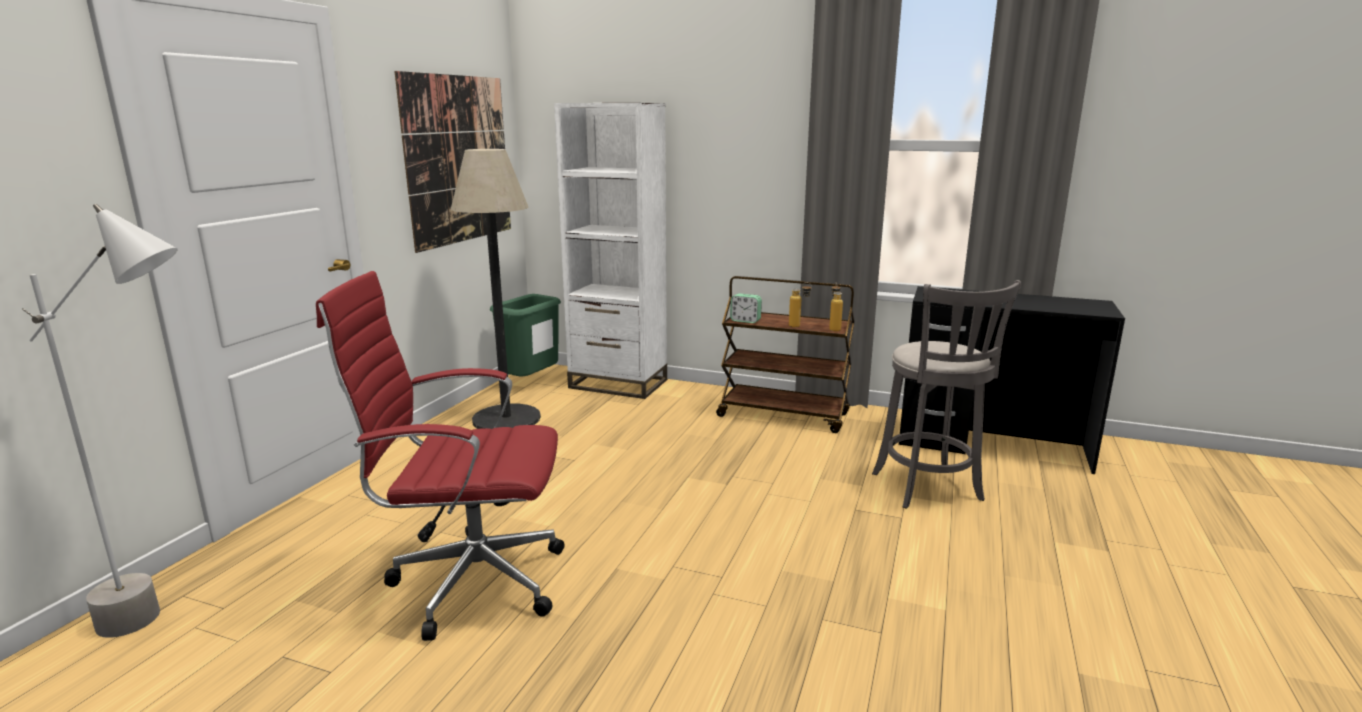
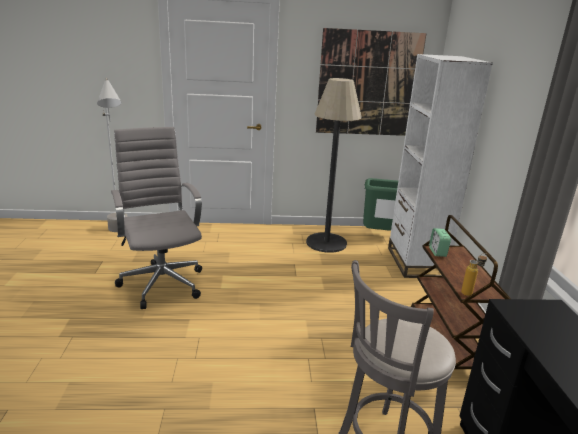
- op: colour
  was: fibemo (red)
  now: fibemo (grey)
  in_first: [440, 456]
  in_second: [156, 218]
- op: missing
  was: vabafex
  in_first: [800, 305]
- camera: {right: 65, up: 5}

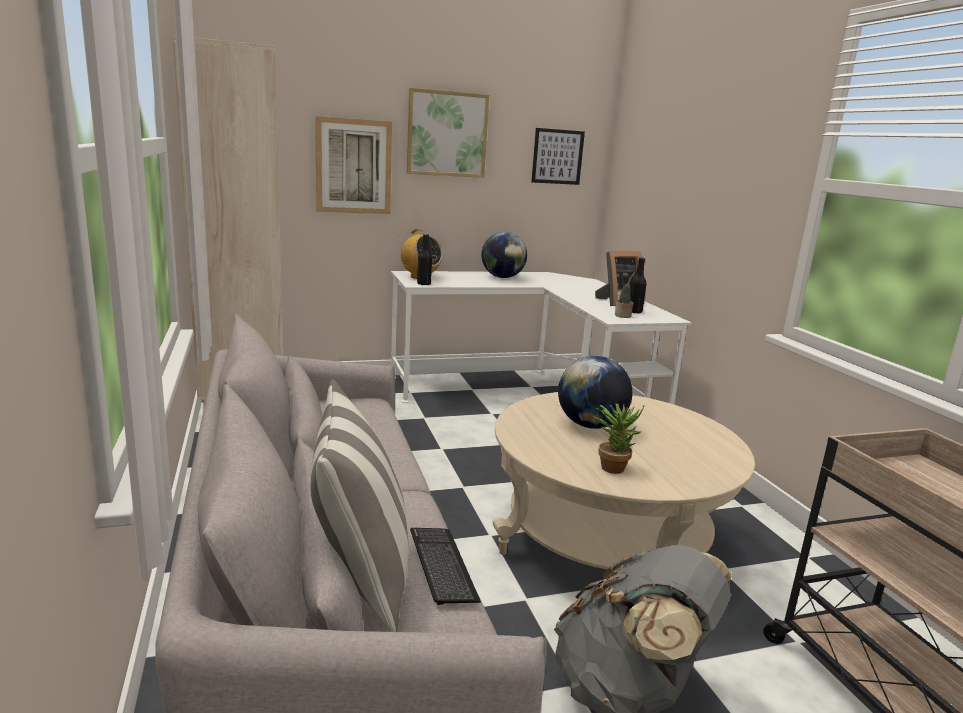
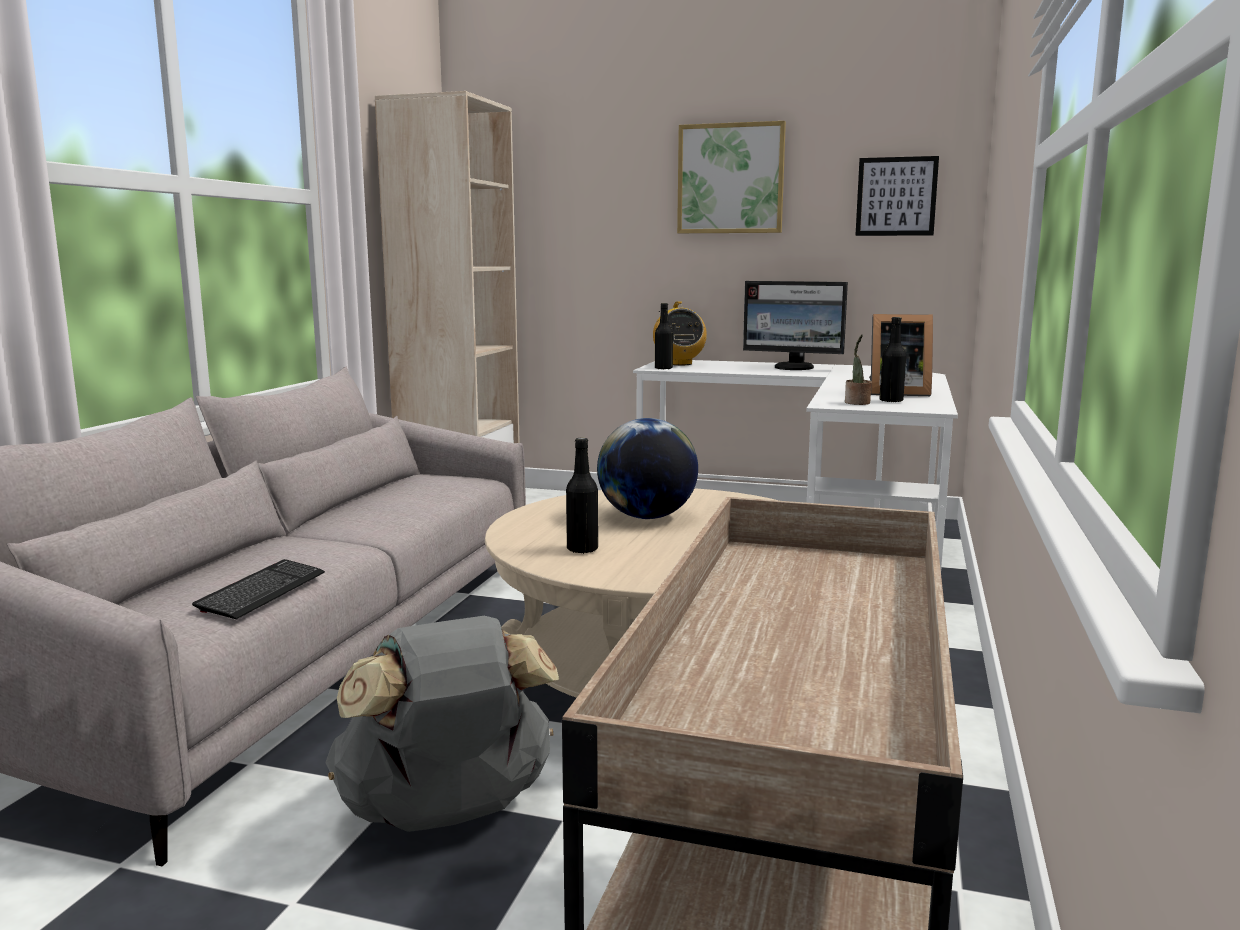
- op: missing
  was: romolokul
  in_first: [359, 505]
- op: missing
  was: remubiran
  in_first: [353, 165]
- op: exchanged
  was: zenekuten
  now: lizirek
  in_first: [504, 255]
  in_second: [795, 325]
- op: exchanged
  was: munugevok
  now: vabafex (black)
  in_first: [618, 439]
  in_second: [582, 496]
- camera: {right: 35, up: -5}

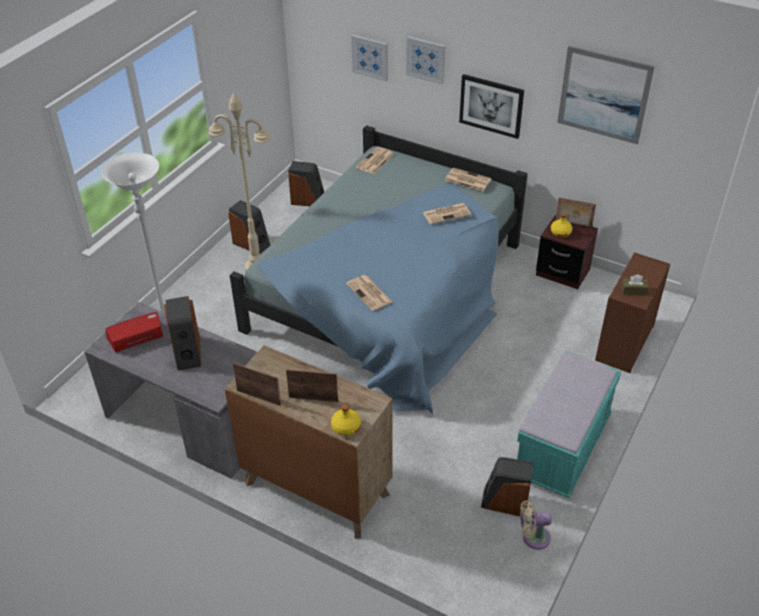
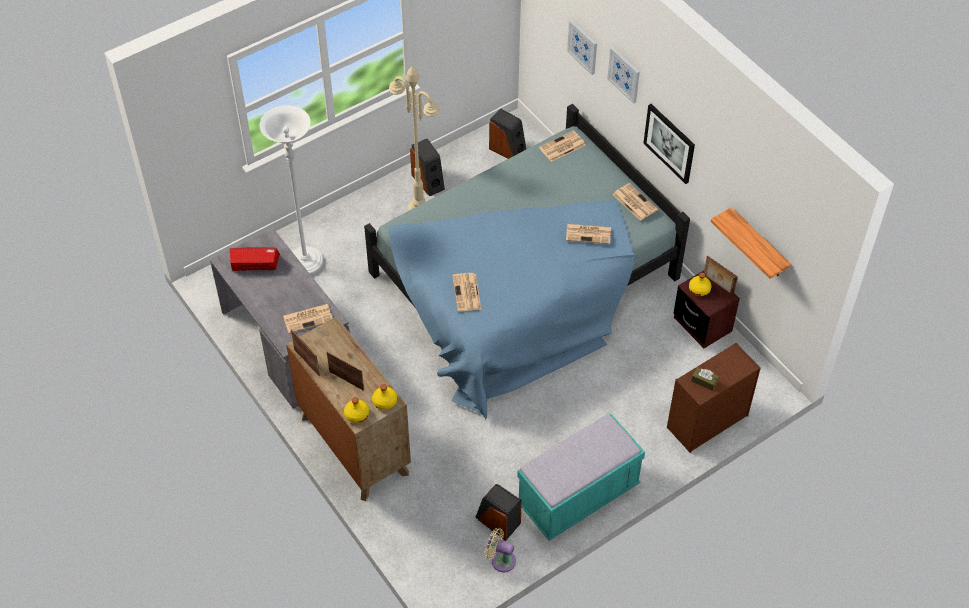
- op: missing
  was: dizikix
  in_first: [182, 333]
- op: missing
  was: remubiran
  in_first: [606, 95]
- op: appeared
  now: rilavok
  in_second: [308, 318]
- op: appeared
  now: vabafex (yellow)
  in_second: [384, 397]
- op: appeared
  now: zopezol
  in_second: [751, 243]
- camera: {right: 25, up: 10}

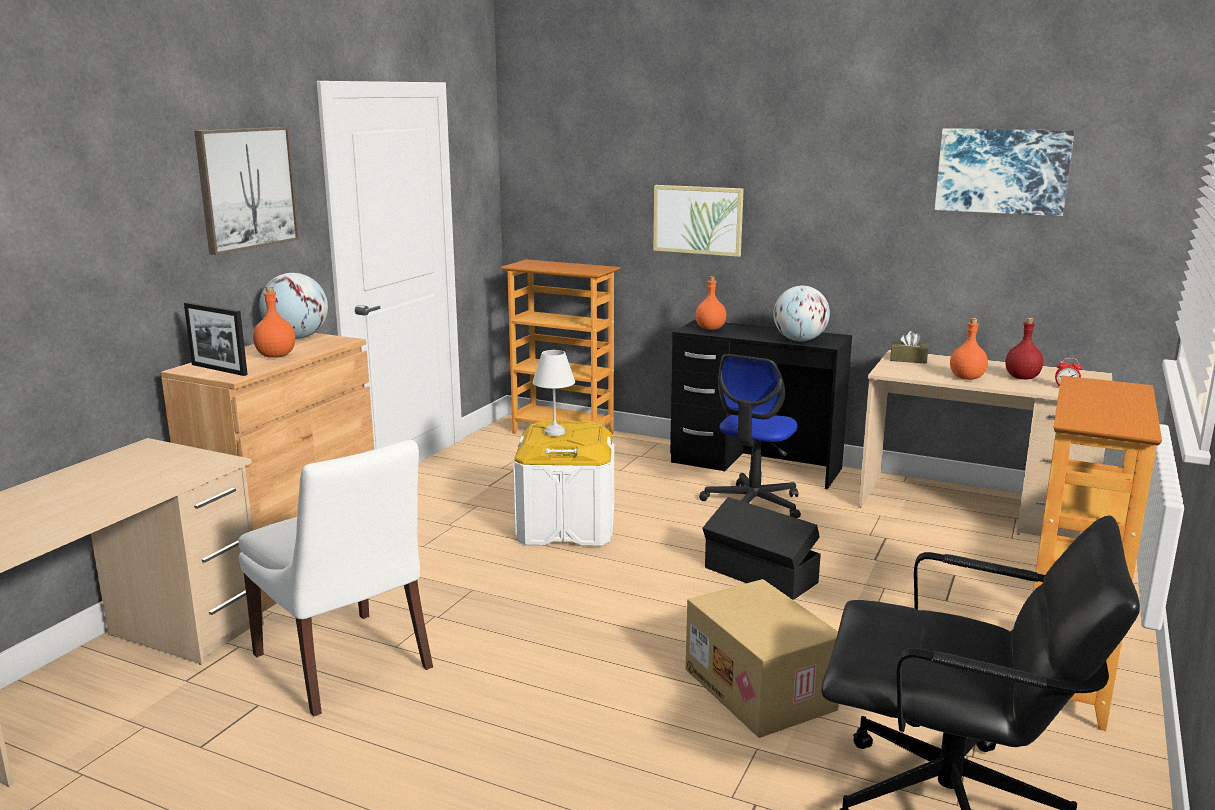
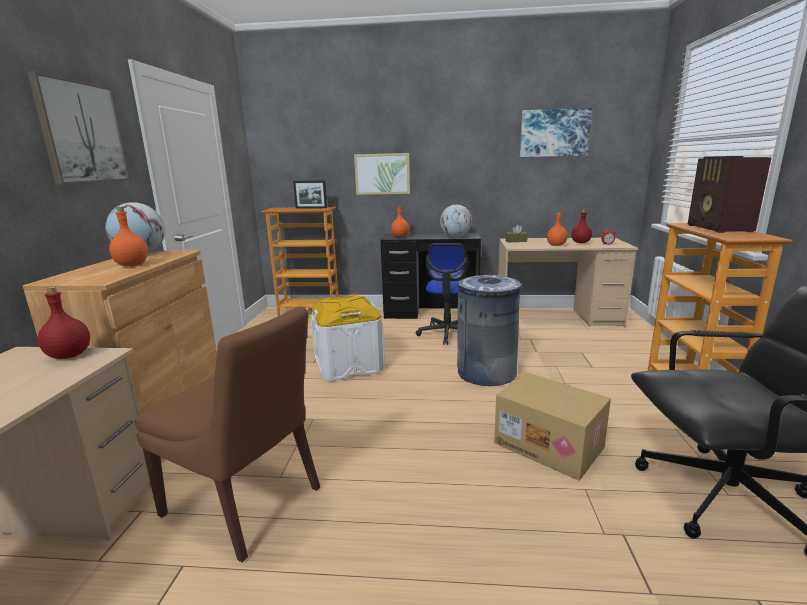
- op: relocated
  was: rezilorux
  in_first: [216, 339]
  in_second: [310, 194]
- op: colour
  was: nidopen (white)
  now: nidopen (brown)
  in_first: [335, 578]
  in_second: [227, 434]
- op: missing
  was: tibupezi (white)
  in_first: [553, 393]
- op: exchanged
  was: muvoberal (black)
  now: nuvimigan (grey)
  in_first: [762, 548]
  in_second: [489, 330]
- op: appeared
  now: vabafex (red)
  in_second: [64, 323]
- op: appeared
  now: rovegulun
  in_second: [730, 194]
- camera: {right: -20, up: 0}

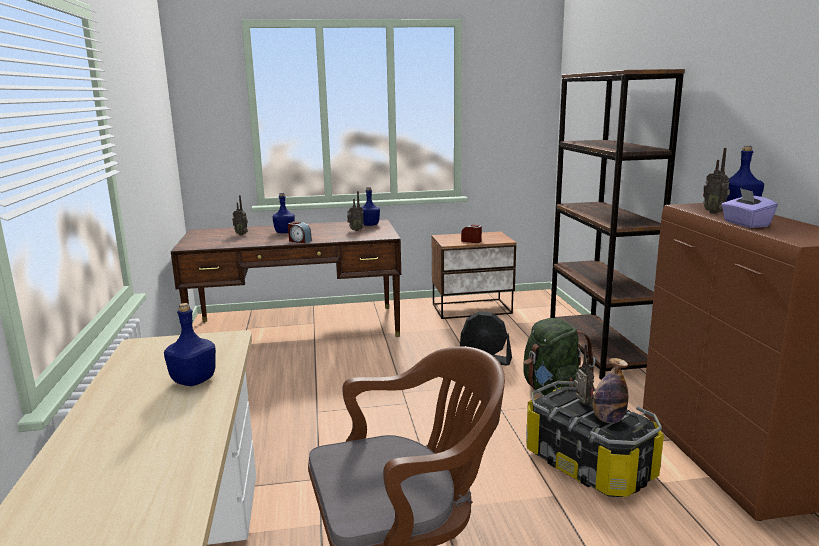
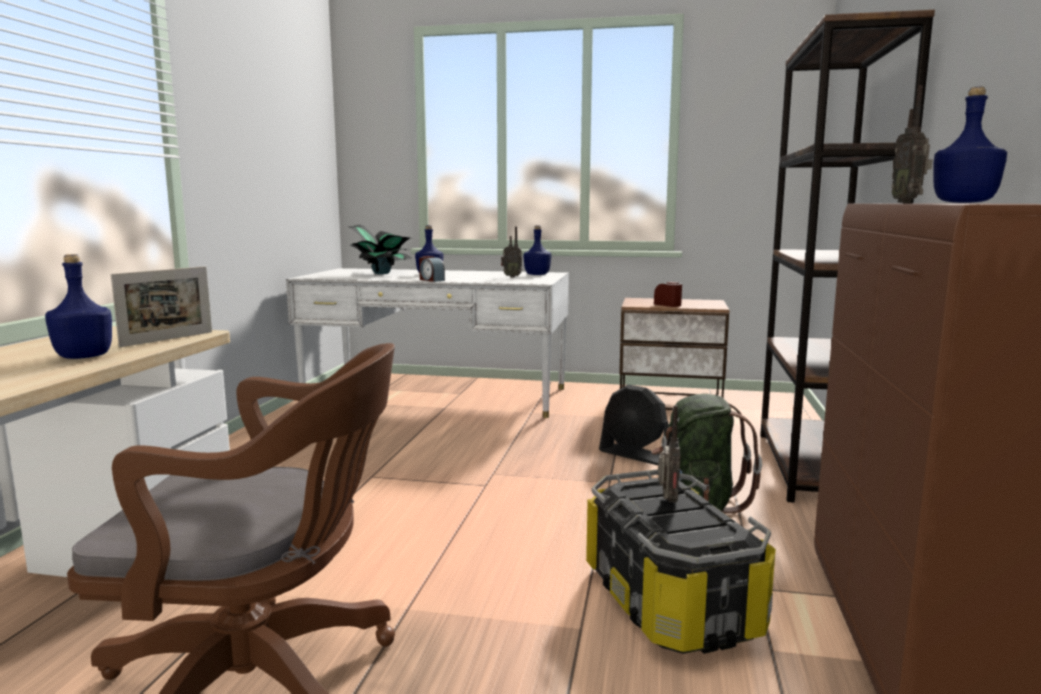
- op: colour
  was: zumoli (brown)
  now: zumoli (white)
  in_first: [286, 278]
  in_second: [427, 343]
- op: exchanged
  was: rovegulun
  now: munugevok
  in_first: [240, 215]
  in_second: [380, 249]
- op: missing
  was: vabafex
  in_first: [610, 390]
- op: missing
  was: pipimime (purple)
  in_first: [749, 208]
- op: appeared
  now: rezilorux
  in_second: [161, 306]
- camera: {right: 20, up: -5}

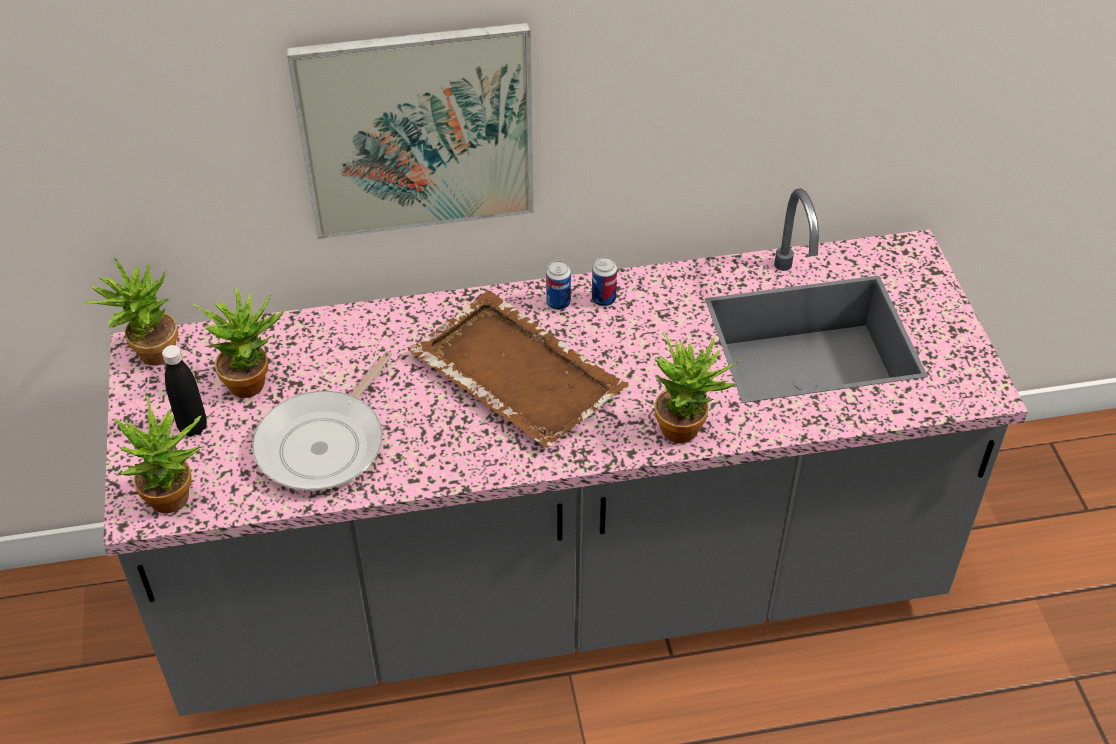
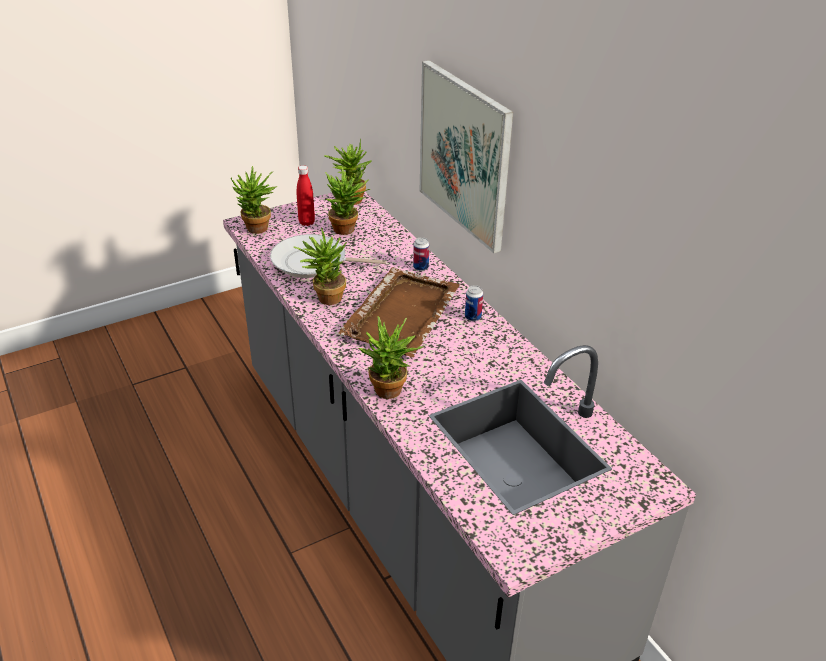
- op: colour
  was: vabafex (black)
  now: vabafex (red)
  in_first: [184, 391]
  in_second: [306, 195]
- op: relocated
  was: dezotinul
  in_first: [604, 281]
  in_second: [421, 254]
- op: appeared
  now: munugevok
  in_second: [320, 266]
- camera: {right: 70, up: -10}

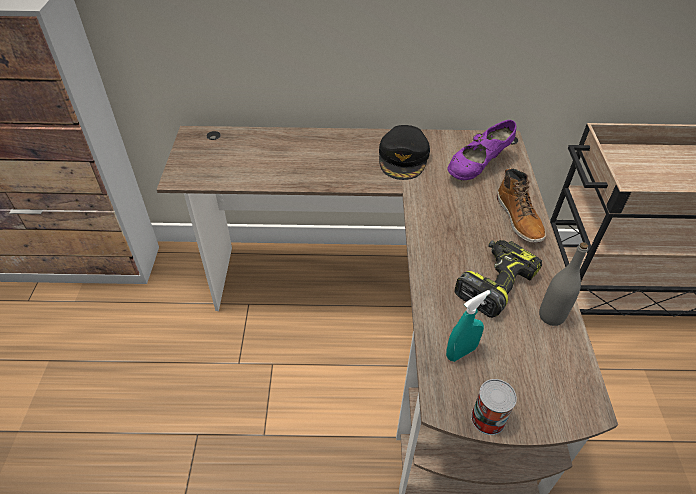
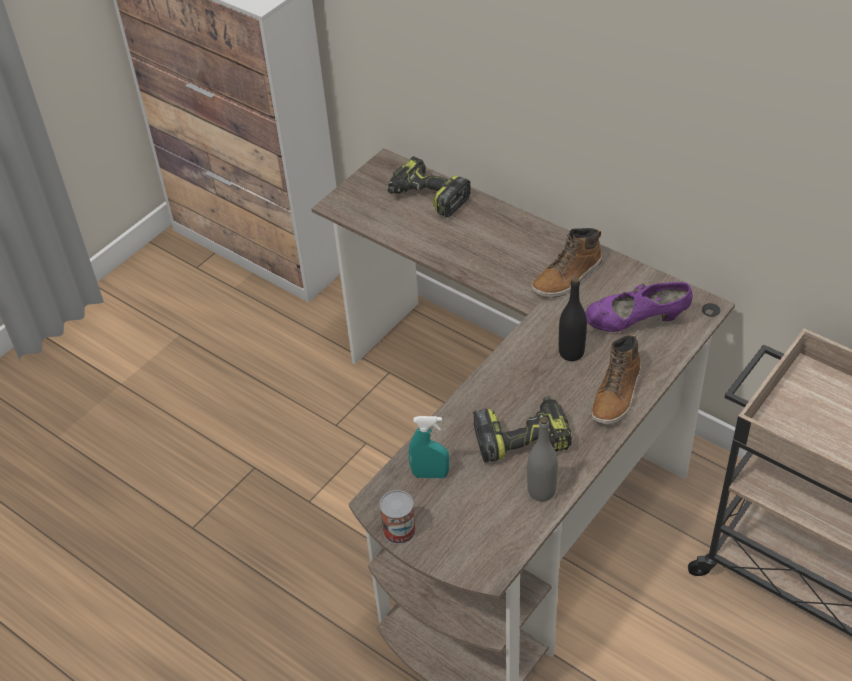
- op: exchanged
  was: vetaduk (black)
  now: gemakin
  in_first: [404, 152]
  in_second: [566, 263]
- op: appeared
  now: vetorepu
  in_second: [429, 186]
- op: appeared
  now: vabafex (black)
  in_second: [573, 319]
- camera: {right: 40, up: 0}

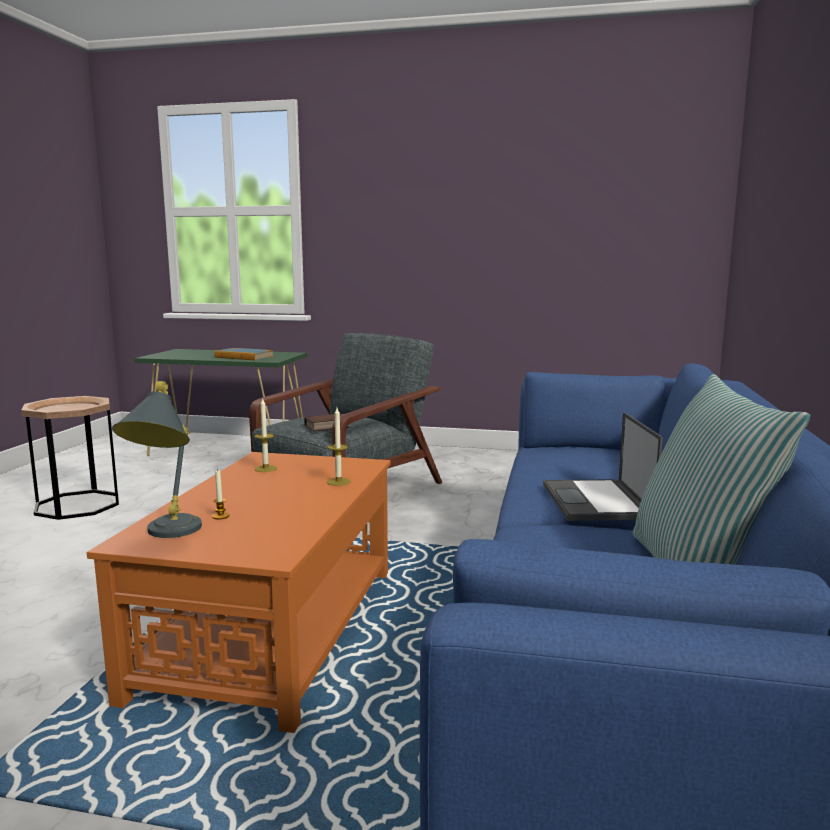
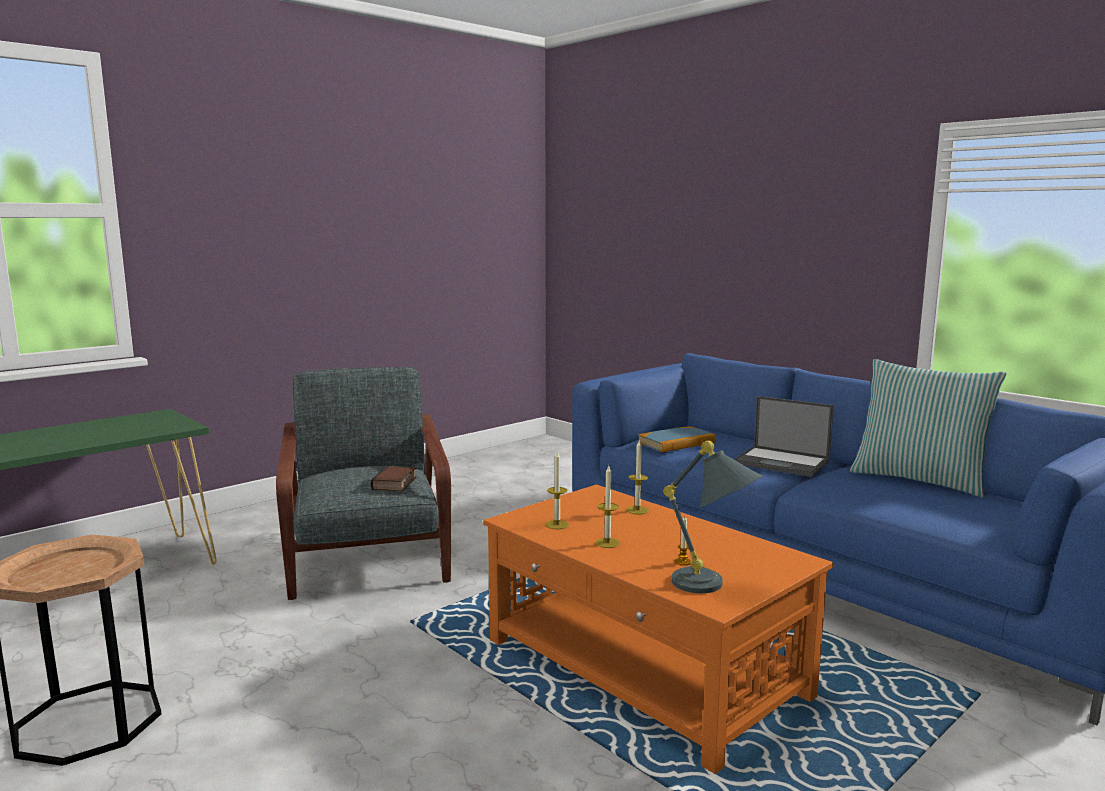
- op: relocated
  was: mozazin
  in_first: [244, 354]
  in_second: [677, 439]
- op: appeared
  now: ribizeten
  in_second: [607, 507]
- camera: {right: -55, up: 0}

